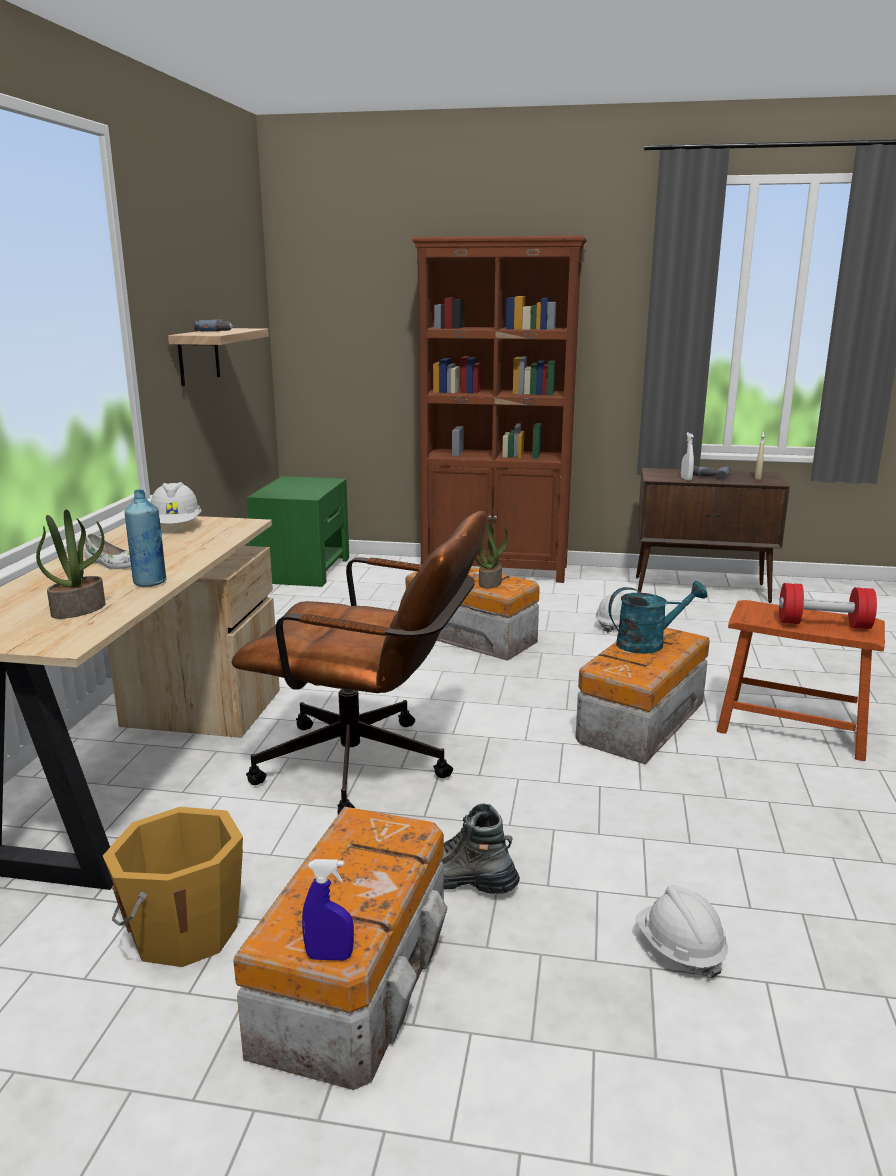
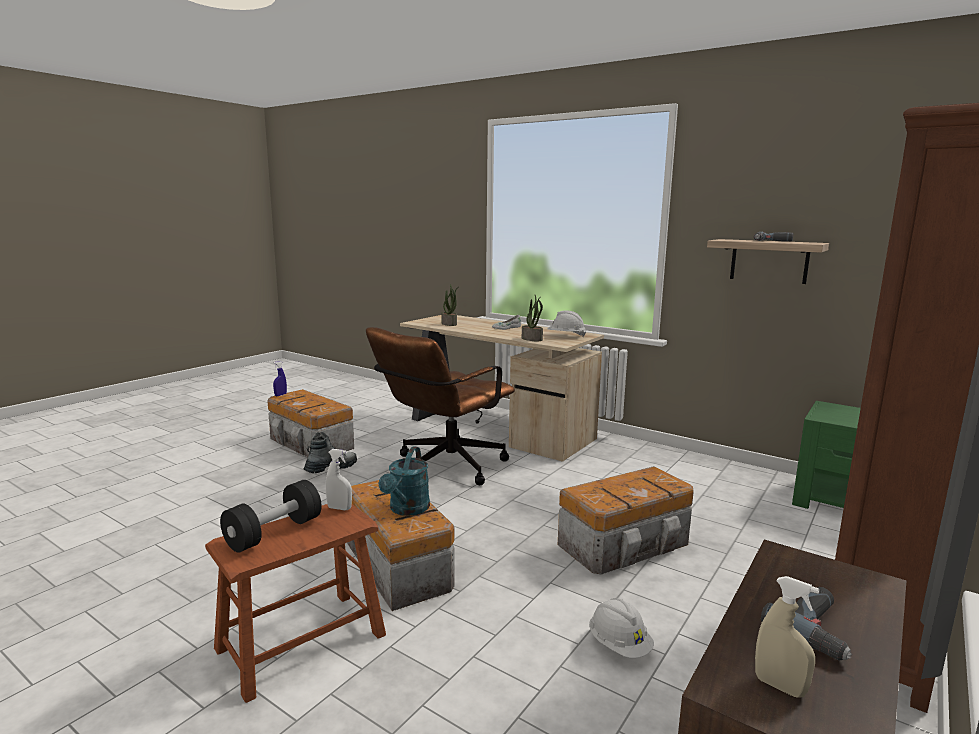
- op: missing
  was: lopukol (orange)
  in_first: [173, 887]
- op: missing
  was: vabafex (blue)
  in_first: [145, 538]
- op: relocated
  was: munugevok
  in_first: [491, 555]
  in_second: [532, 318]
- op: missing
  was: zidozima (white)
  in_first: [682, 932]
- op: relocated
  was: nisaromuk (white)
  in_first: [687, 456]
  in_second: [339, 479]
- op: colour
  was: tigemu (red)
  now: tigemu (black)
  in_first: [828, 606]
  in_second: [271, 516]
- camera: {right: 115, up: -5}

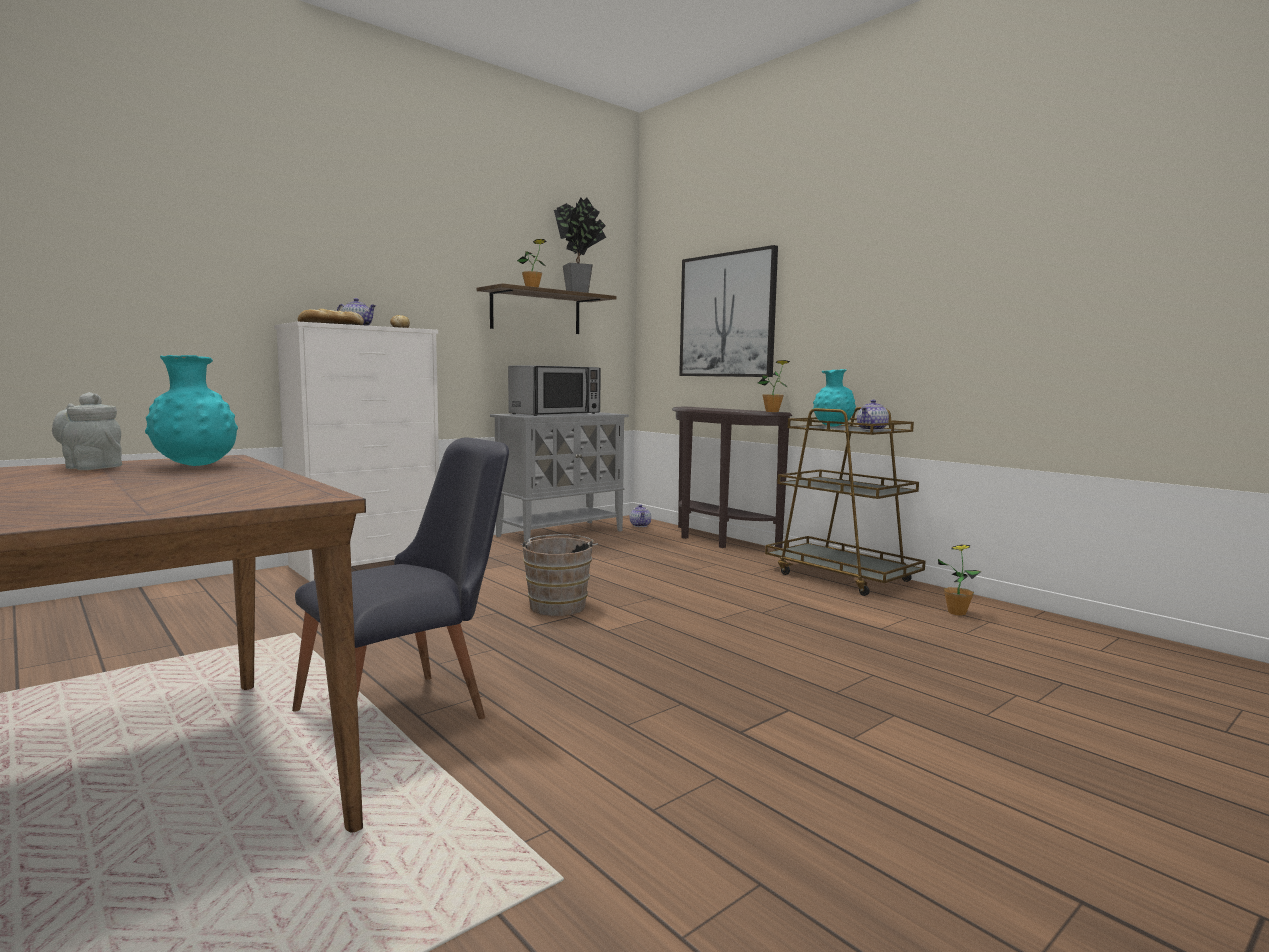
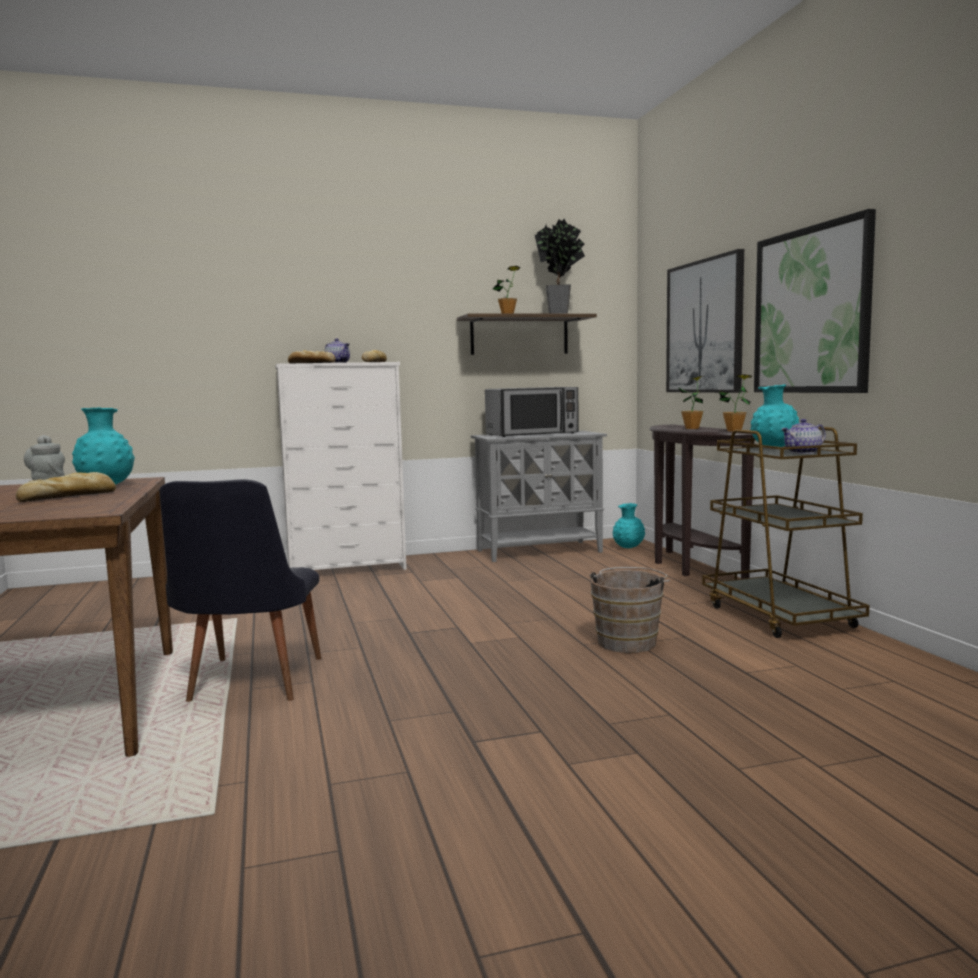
- op: spun
  was: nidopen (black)
  in_first: [400, 578]
  in_second: [240, 590]
  clockwise: 105
- op: relocated
  was: lopukol (brown)
  in_first: [559, 575]
  in_second: [629, 610]
- op: exchanged
  was: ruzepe
  now: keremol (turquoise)
  in_first: [640, 516]
  in_second: [629, 525]
- op: relocated
  was: munugevok
  in_first: [960, 580]
  in_second: [690, 402]
- op: appeared
  now: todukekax
  in_second: [66, 487]
- op: appeared
  now: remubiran
  in_second: [815, 301]
- camera: {right: 25, up: 0}

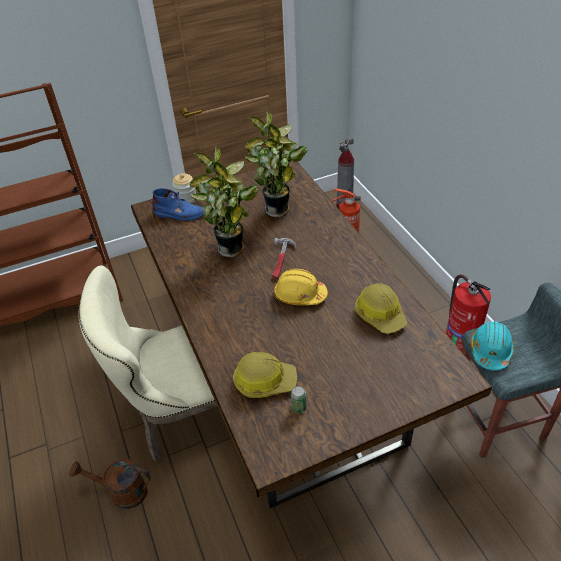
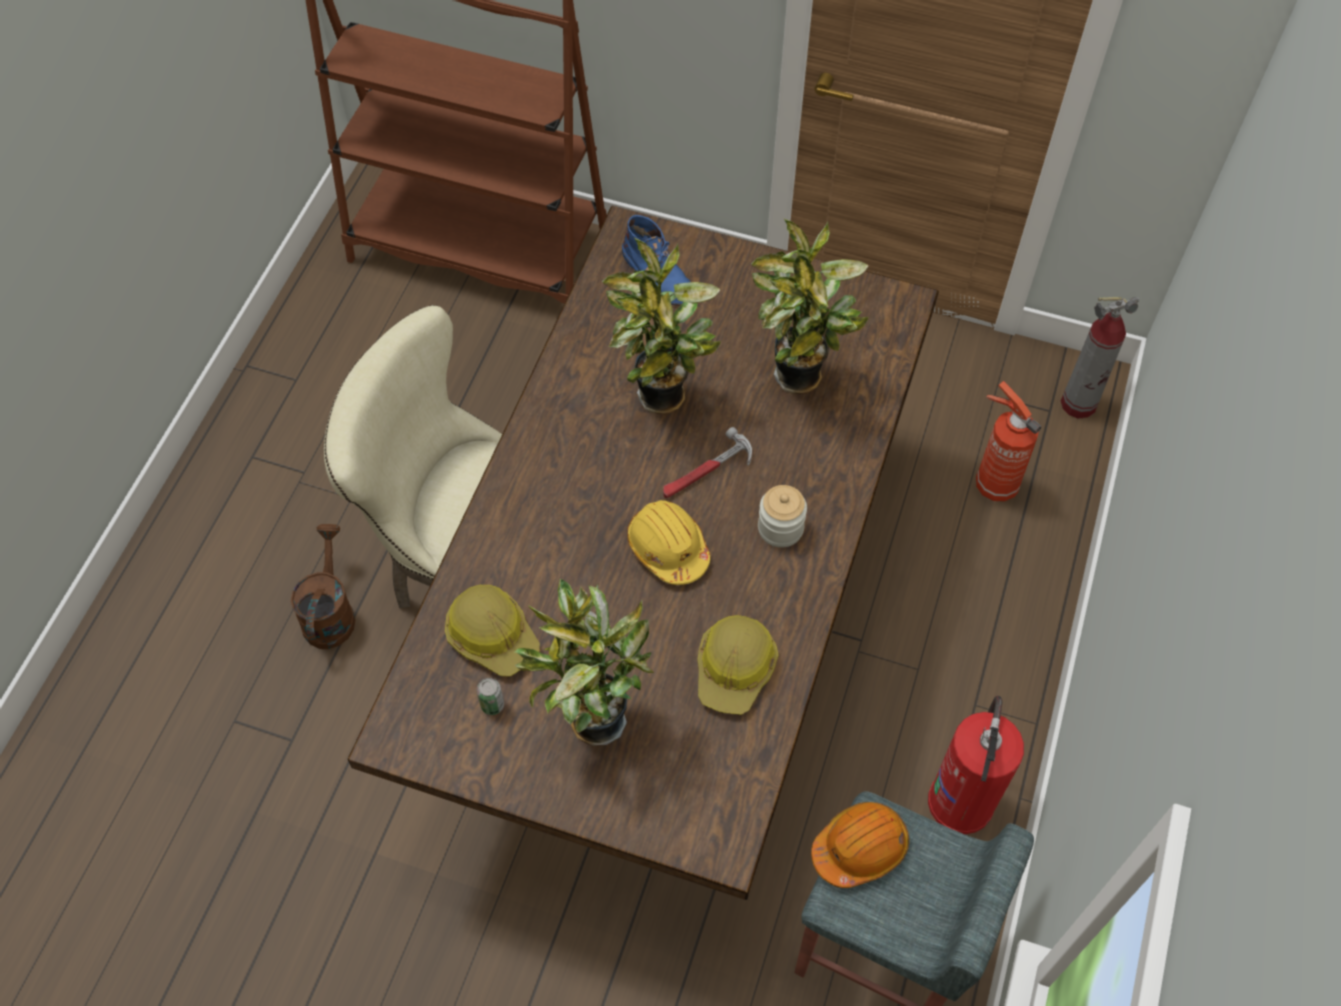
- op: spun
  was: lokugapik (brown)
  in_first: [109, 484]
  in_second: [323, 586]
  clockwise: 45
- op: relocated
  was: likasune
  in_first: [184, 188]
  in_second: [782, 516]
- op: colour
  was: zidozima (turquoise)
  now: zidozima (orange)
  in_first: [492, 345]
  in_second: [860, 845]
- op: appeared
  now: munugevok
  in_second: [584, 662]
- camera: {right: 40, up: 15}

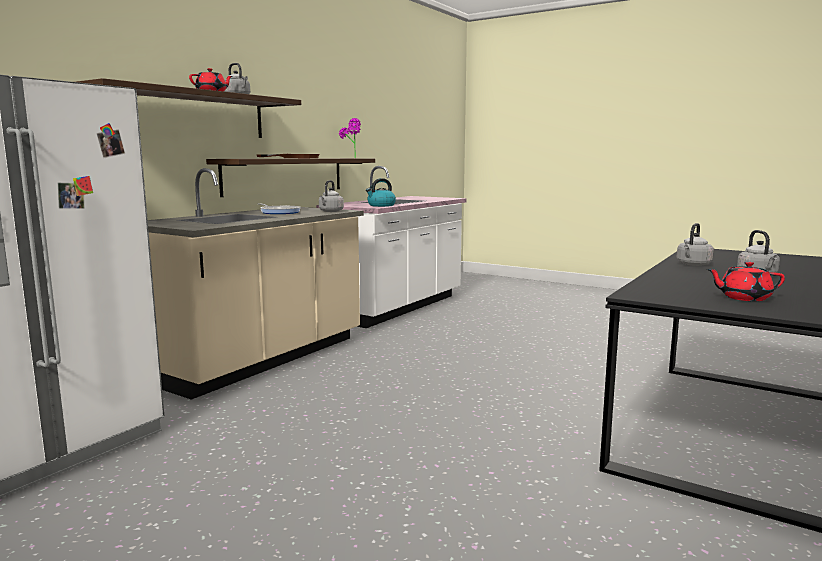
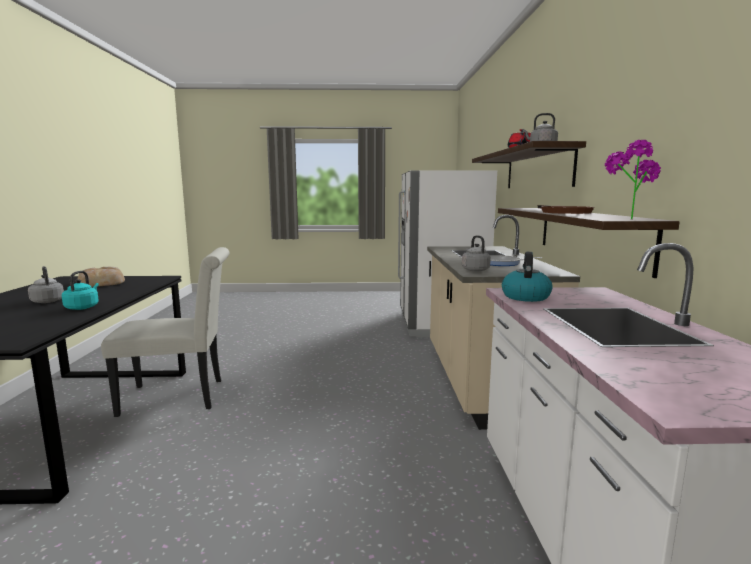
- op: colour
  was: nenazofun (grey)
  now: nenazofun (turquoise)
  in_first: [695, 244]
  in_second: [80, 290]
- op: exchanged
  was: ruzepe (red)
  now: todukekax
  in_first: [746, 281]
  in_second: [101, 277]
- op: appeared
  now: nidopen (white)
  in_second: [165, 332]
- camera: {right: 145, up: 0}

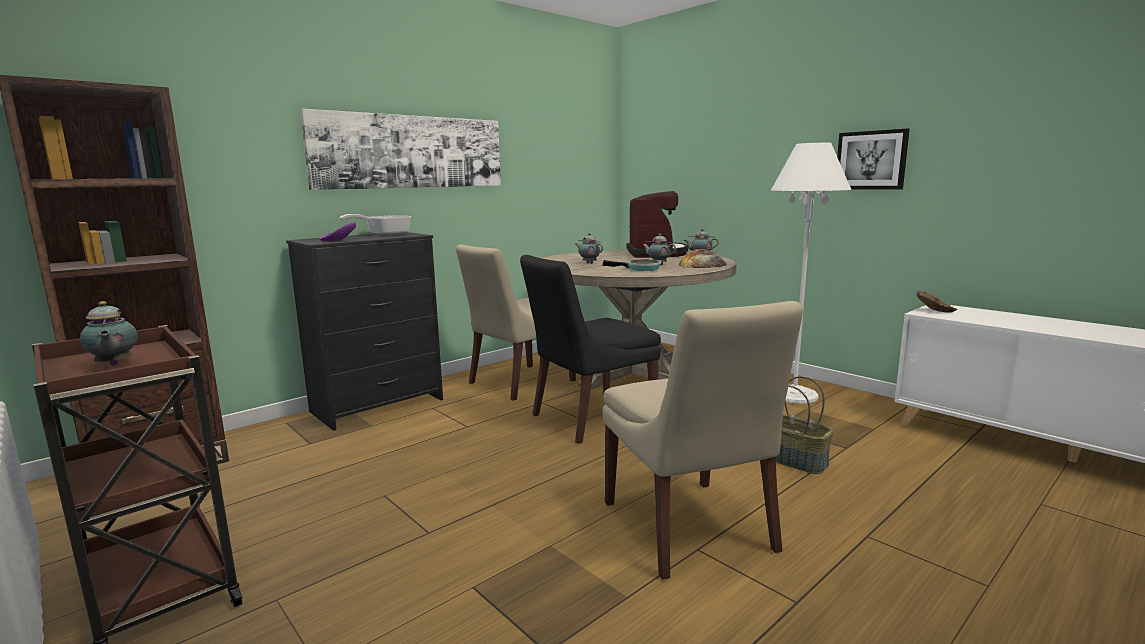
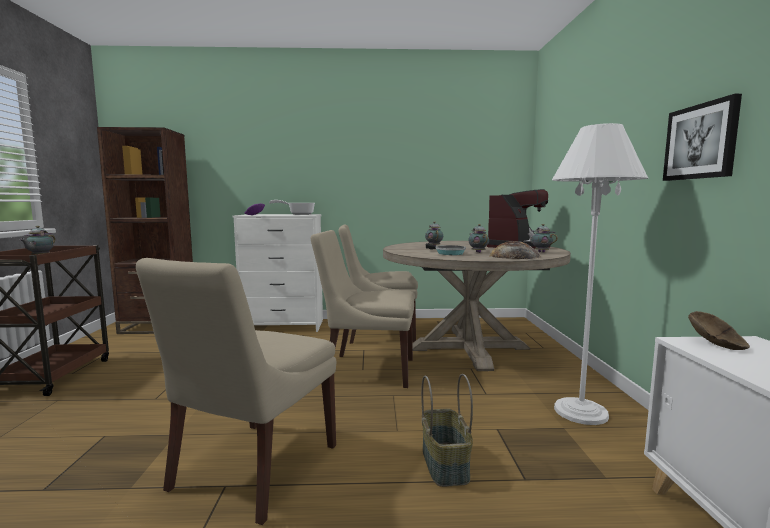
- op: colour
  was: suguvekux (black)
  now: suguvekux (white)
  in_first: [364, 331]
  in_second: [278, 273]
- op: missing
  was: remubiran
  in_first: [400, 149]
- op: colour
  was: nidopen (black)
  now: nidopen (beige)
  in_first: [590, 349]
  in_second: [363, 309]
- camera: {right: 40, up: -5}

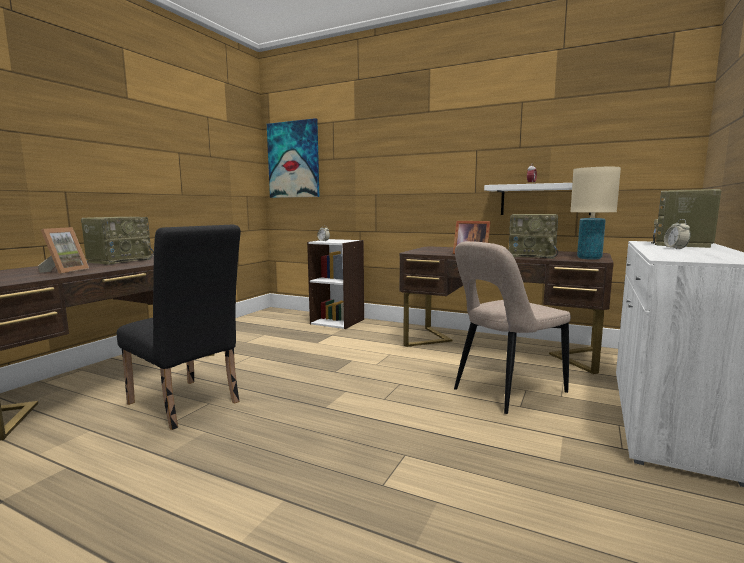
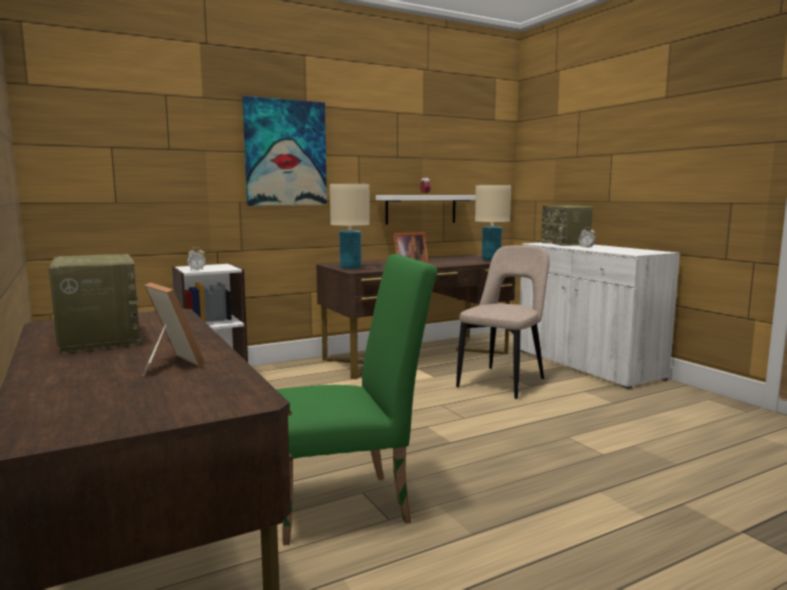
- op: colour
  was: nidopen (black)
  now: nidopen (green)
  in_first: [179, 327]
  in_second: [357, 400]
- op: relocated
  was: remubiran
  in_first: [293, 158]
  in_second: [284, 151]
- op: spun
  was: nidopen (beige)
  in_first: [512, 327]
  in_second: [503, 322]
  clockwise: -150
- op: missing
  was: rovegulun
  in_first: [533, 236]
- op: appeared
  now: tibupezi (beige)
  in_second: [349, 226]
- camera: {right: -55, up: 0}

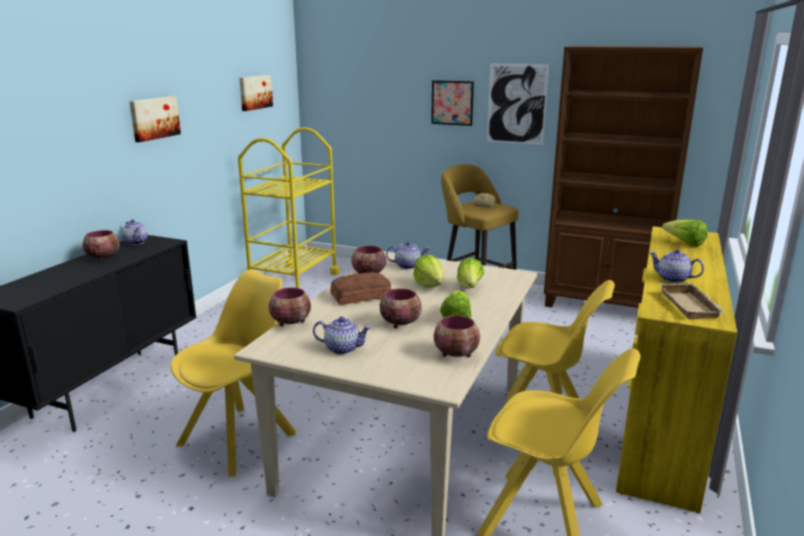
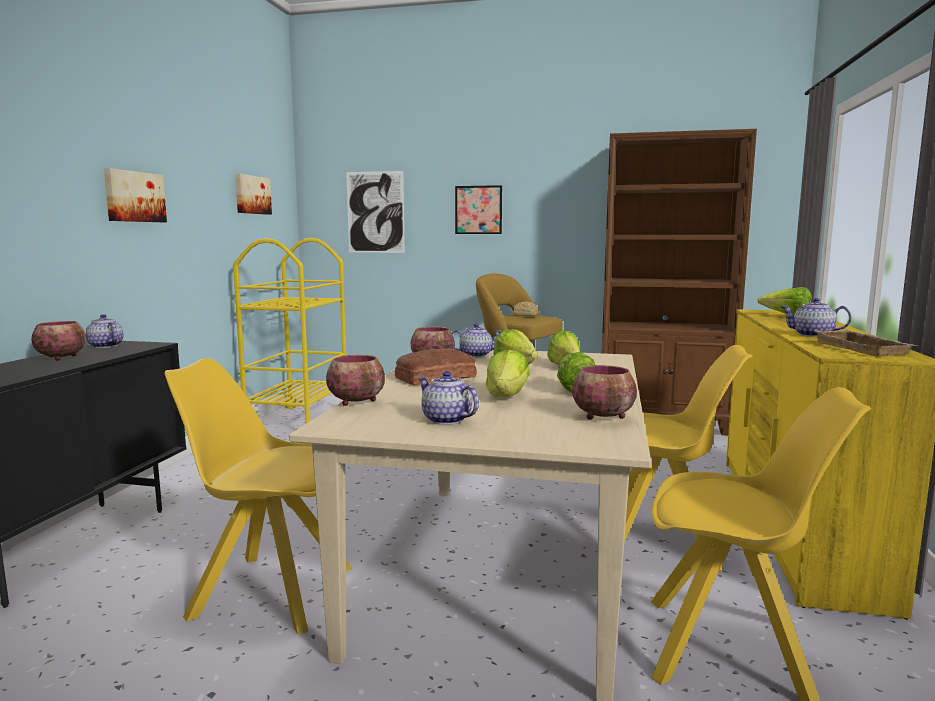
- op: spun
  was: nidopen (yellow)
  in_first: [233, 373]
  in_second: [258, 496]
  clockwise: -105
- op: spun
  was: ruzepe
  in_first: [342, 335]
  in_second: [448, 398]
  clockwise: -135
- op: exchanged
  was: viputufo
  now: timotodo
  in_first: [401, 308]
  in_second: [507, 373]
- op: relocated
  was: remubiran
  in_first: [518, 104]
  in_second: [375, 212]
- camera: {right: -10, up: -10}

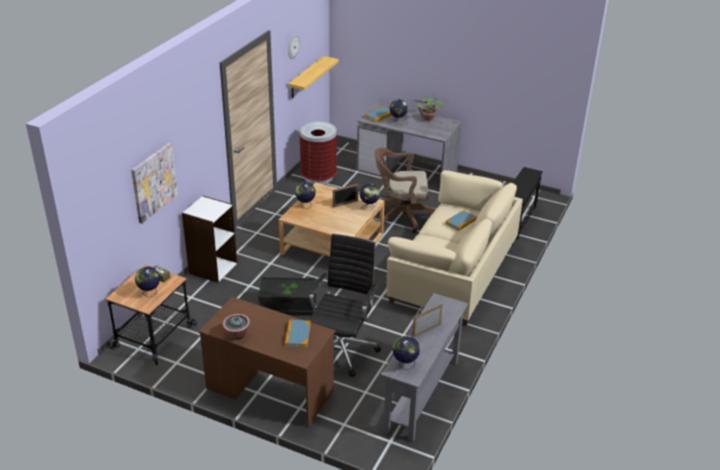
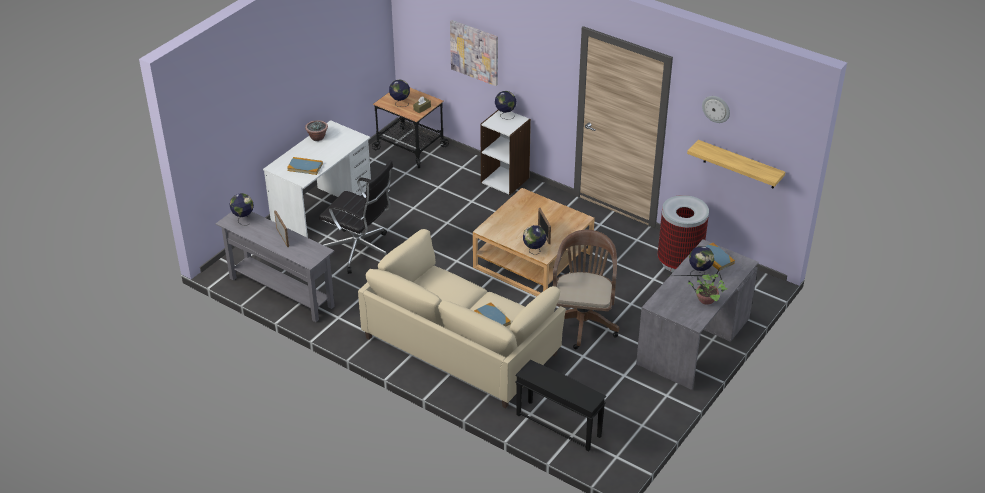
- op: colour
  was: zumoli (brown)
  now: zumoli (white)
  in_first: [267, 362]
  in_second: [317, 179]
- op: missing
  was: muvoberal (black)
  in_first: [287, 296]
- op: relocated
  was: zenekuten
  in_first: [305, 195]
  in_second: [505, 105]
- camera: {right: 100, up: 5}

